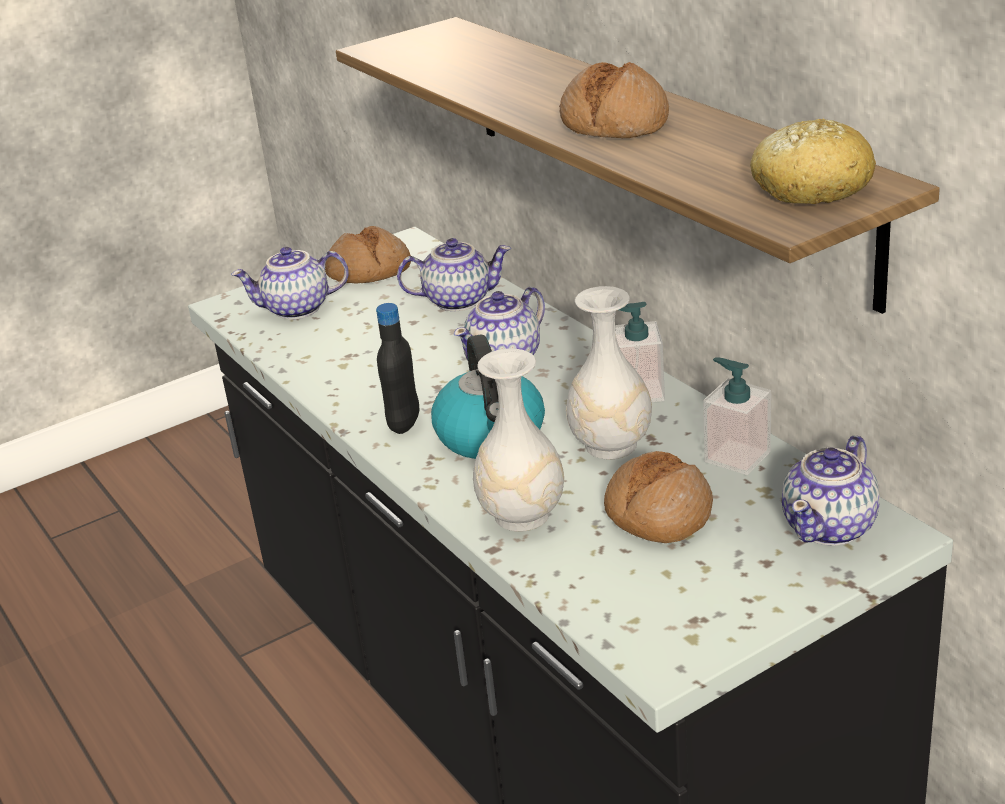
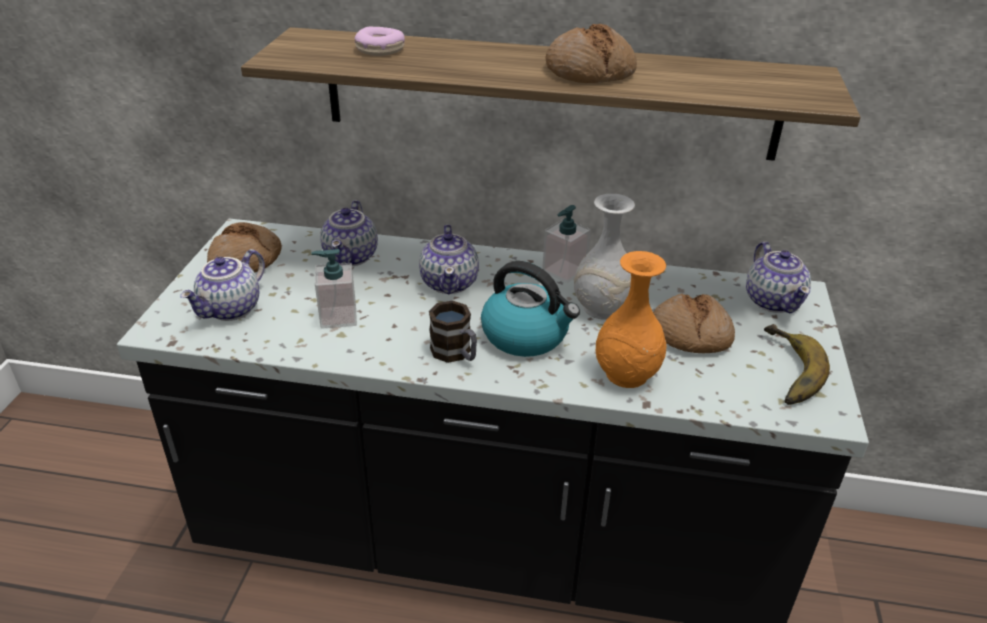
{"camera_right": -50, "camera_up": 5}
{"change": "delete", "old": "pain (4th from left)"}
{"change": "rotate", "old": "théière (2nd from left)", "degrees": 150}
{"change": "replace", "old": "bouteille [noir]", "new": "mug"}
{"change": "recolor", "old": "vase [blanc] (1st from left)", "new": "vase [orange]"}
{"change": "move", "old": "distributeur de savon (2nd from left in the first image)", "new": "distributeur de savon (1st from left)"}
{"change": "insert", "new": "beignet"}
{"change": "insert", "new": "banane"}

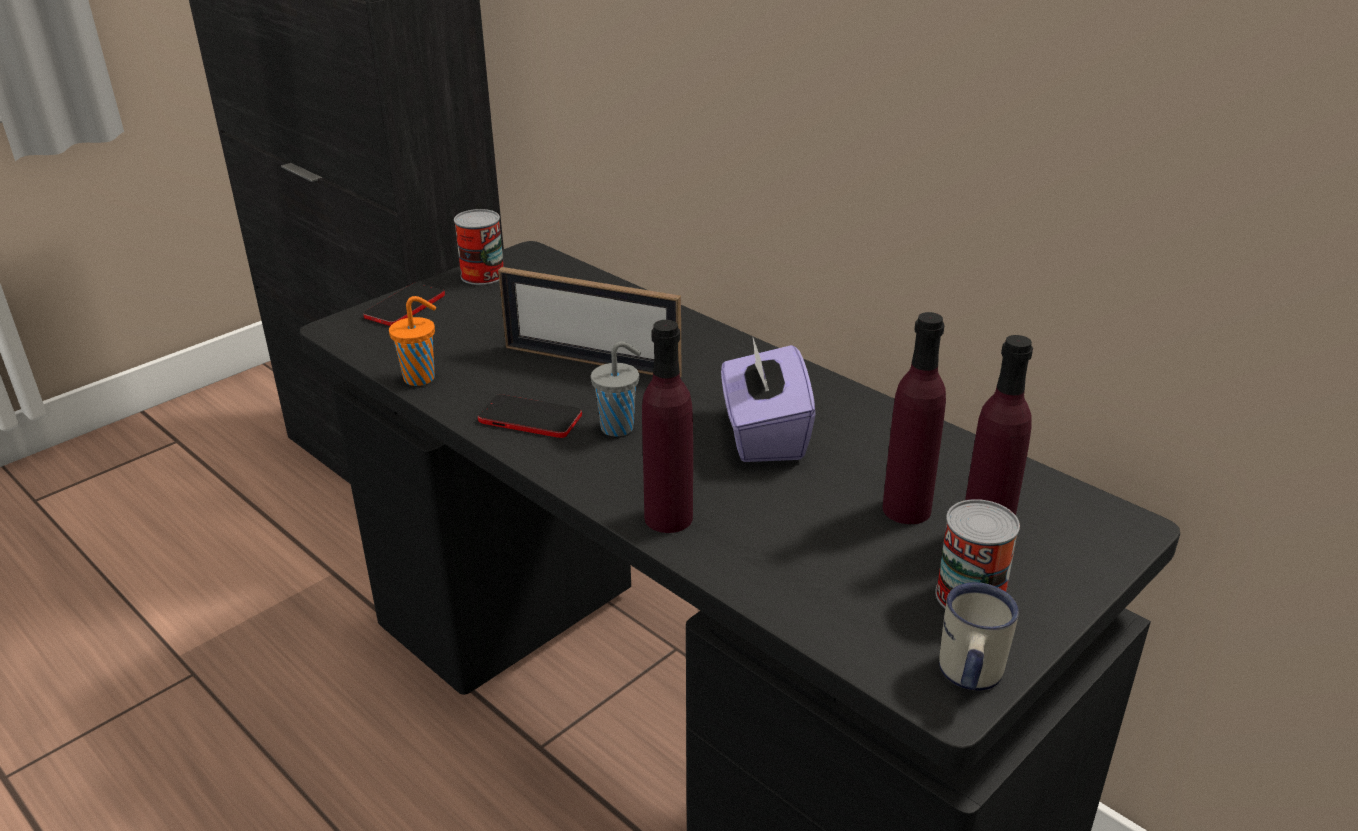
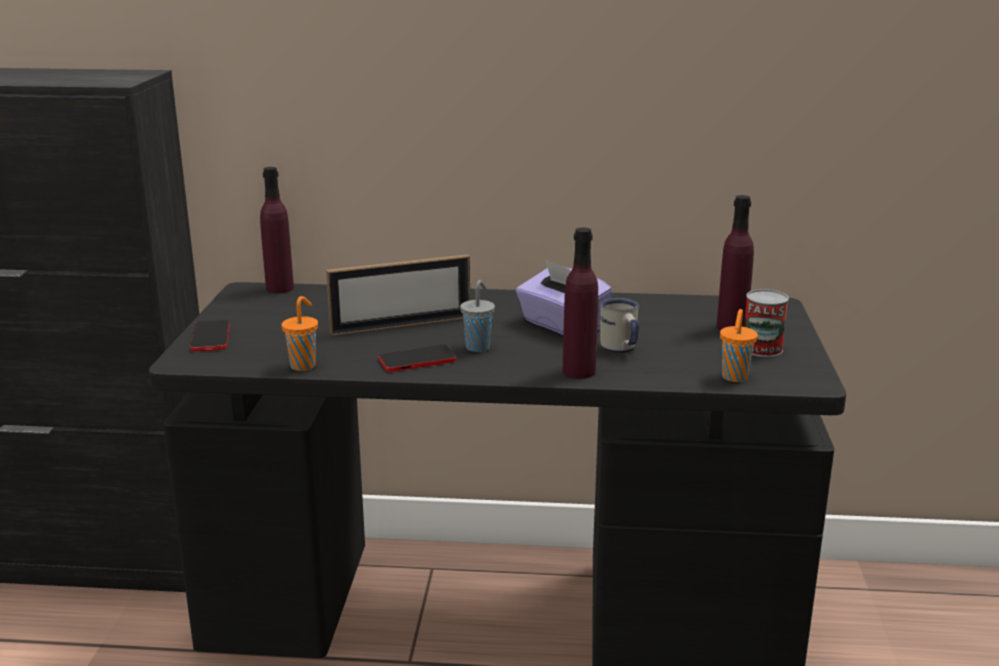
{"camera_right": -40, "camera_up": -10}
{"change": "delete", "old": "boîte métallique (1st from left)"}
{"change": "move", "old": "bouteille [violet] (2nd from left in the first image)", "new": "bouteille [violet] (1st from left)"}
{"change": "move", "old": "mug [blanc]"}
{"change": "insert", "new": "tasse [orange] (2nd from left)"}

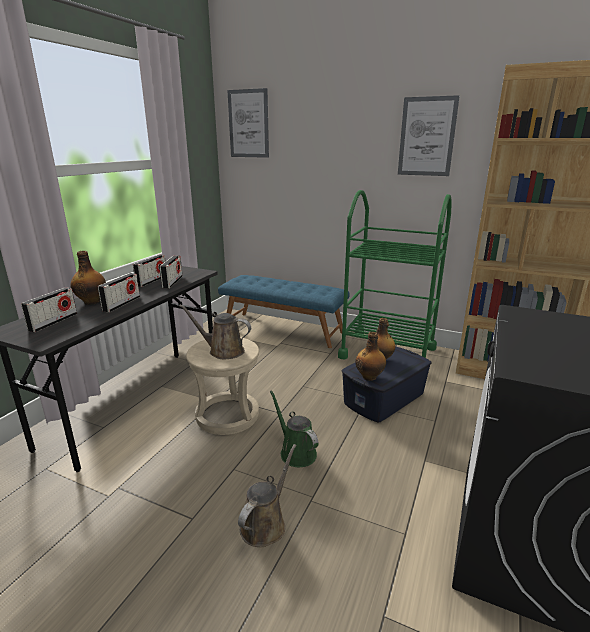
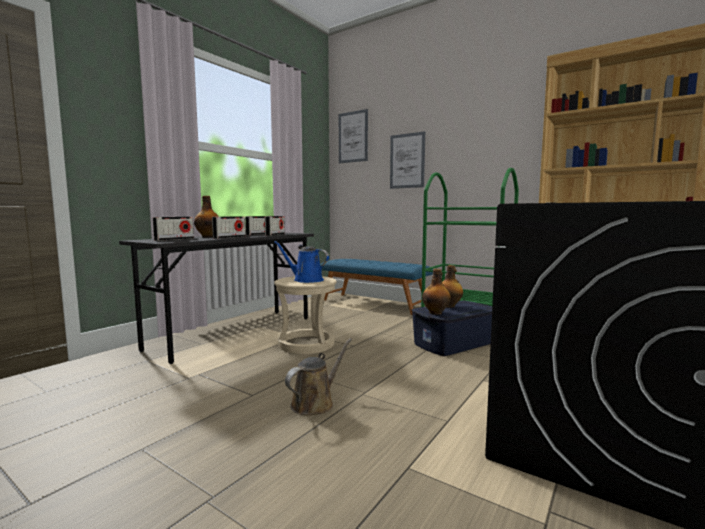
{"camera_right": 10, "camera_up": -15}
{"change": "move", "old": "tableau (2nd from left)"}
{"change": "recolor", "old": "arrosoir [marron] (1st from left)", "new": "arrosoir [bleu]"}
{"change": "delete", "old": "arrosoir [vert]"}

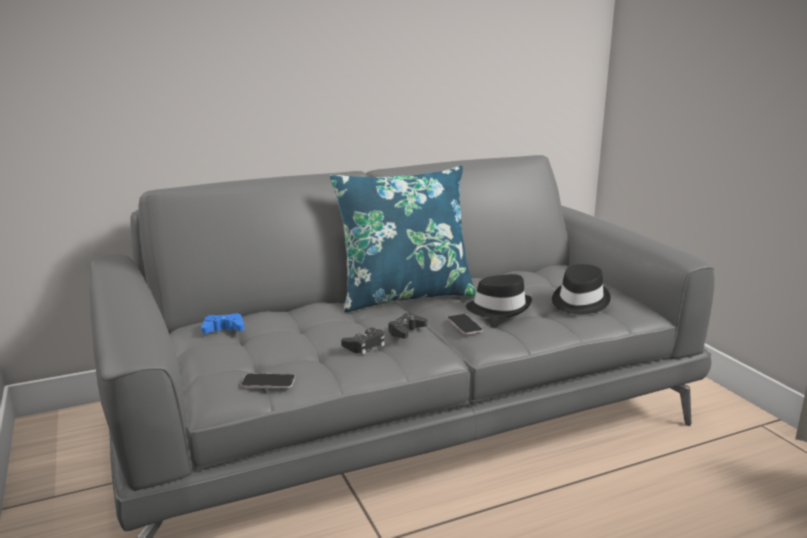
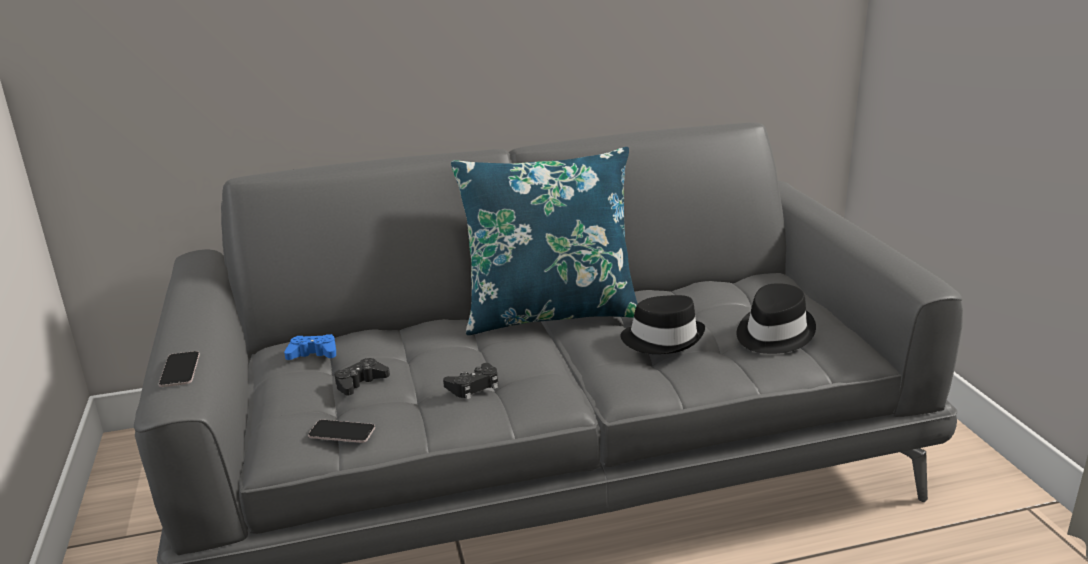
{"camera_right": 10, "camera_up": 5}
{"change": "move", "old": "manette [noir] (2nd from left in the first image)", "new": "manette [noir] (1st from left)"}
{"change": "move", "old": "téléphone (2nd from left in the first image)", "new": "téléphone (1st from left)"}

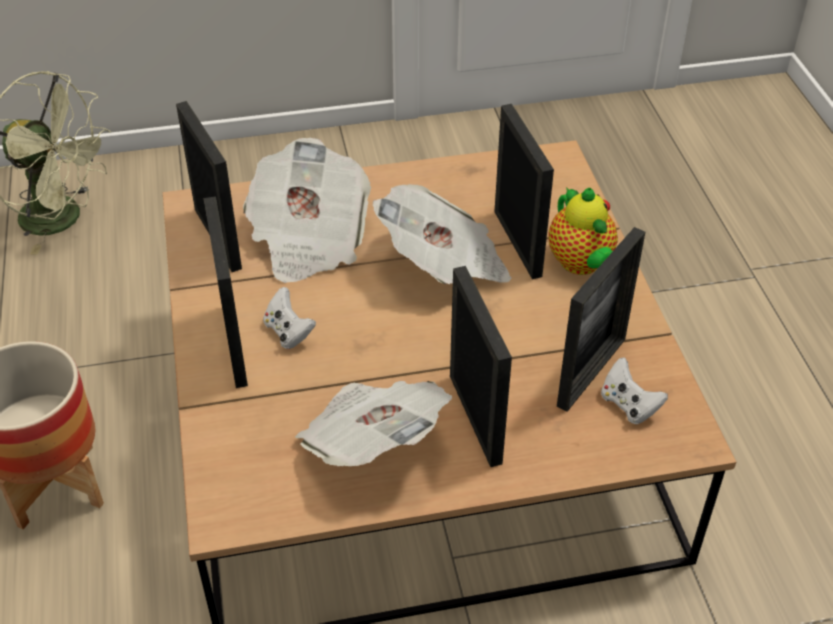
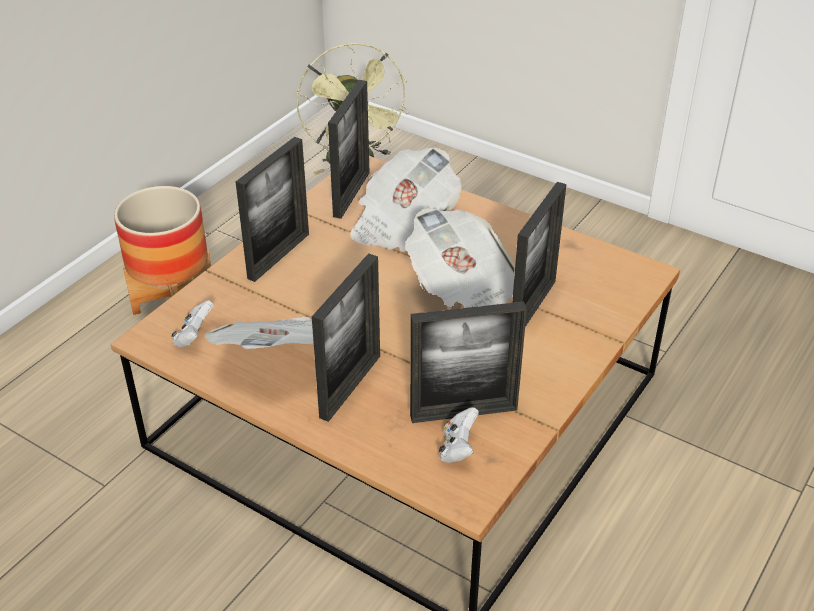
{"camera_right": 45, "camera_up": -5}
{"change": "delete", "old": "théière"}
{"change": "move", "old": "manette [blanc] (1st from left)"}

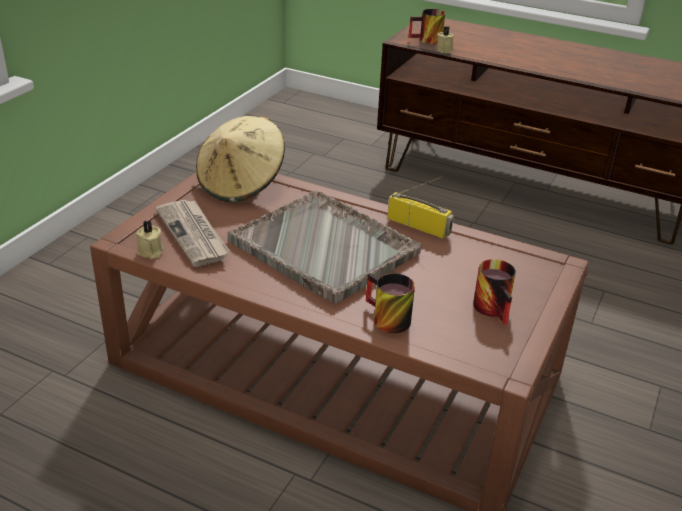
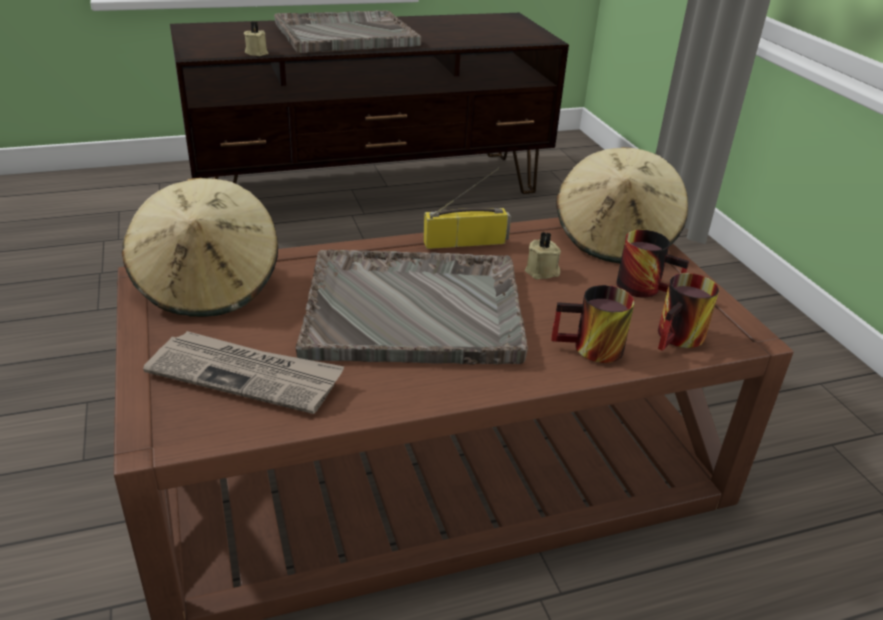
{"camera_right": -45, "camera_up": 0}
{"change": "move", "old": "mug (2nd from left in the first image)", "new": "mug (3rd from left)"}
{"change": "move", "old": "bougie [beige] (1st from left in the first image)", "new": "bougie [beige] (2nd from left)"}
{"change": "insert", "new": "plateau [gris] (1st from left)"}
{"change": "insert", "new": "chapeau [beige] (2nd from left)"}

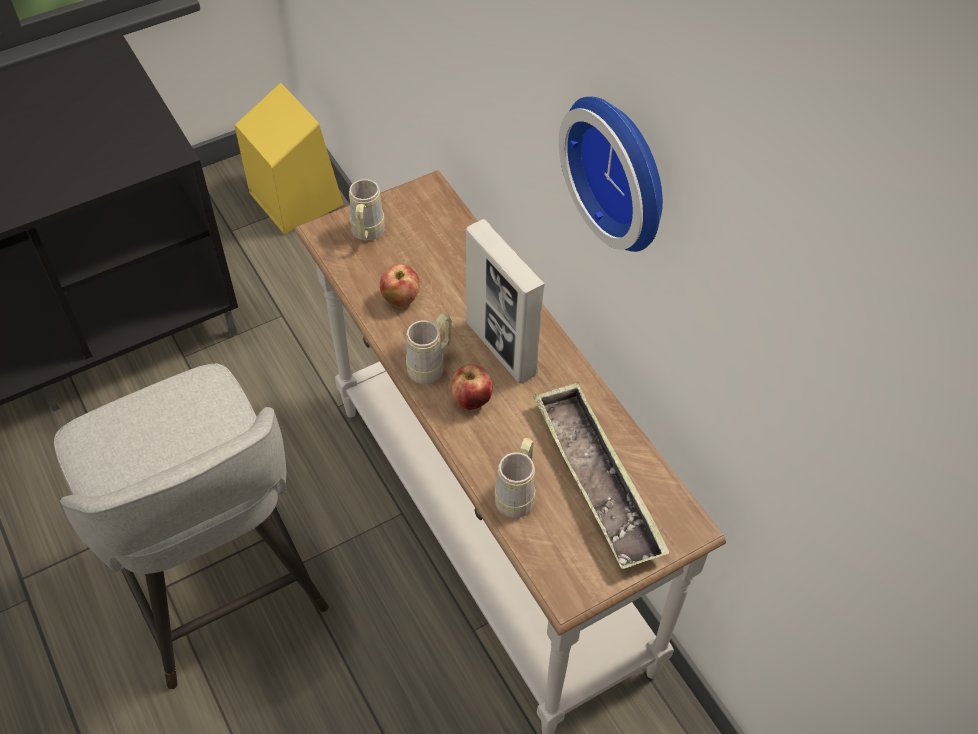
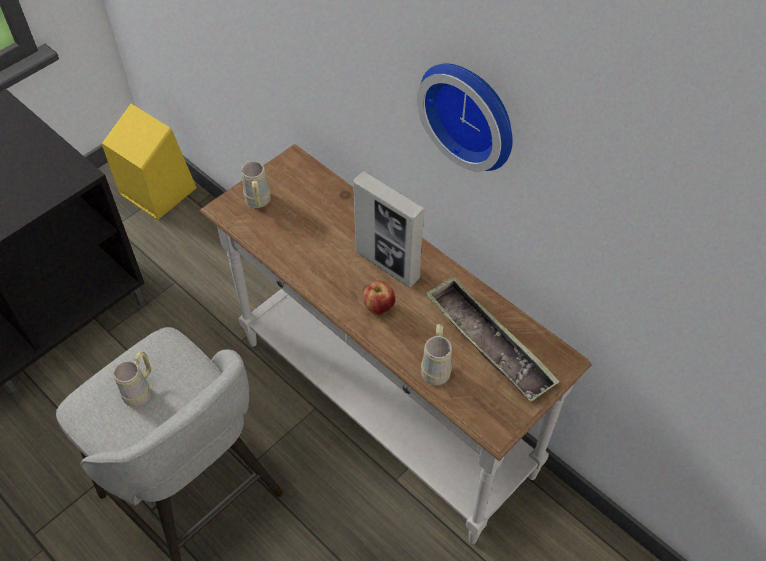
{"camera_right": -15, "camera_up": 0}
{"change": "delete", "old": "pomme (1st from left)"}
{"change": "move", "old": "mug [beige] (2nd from left in the first image)", "new": "mug [beige] (1st from left)"}

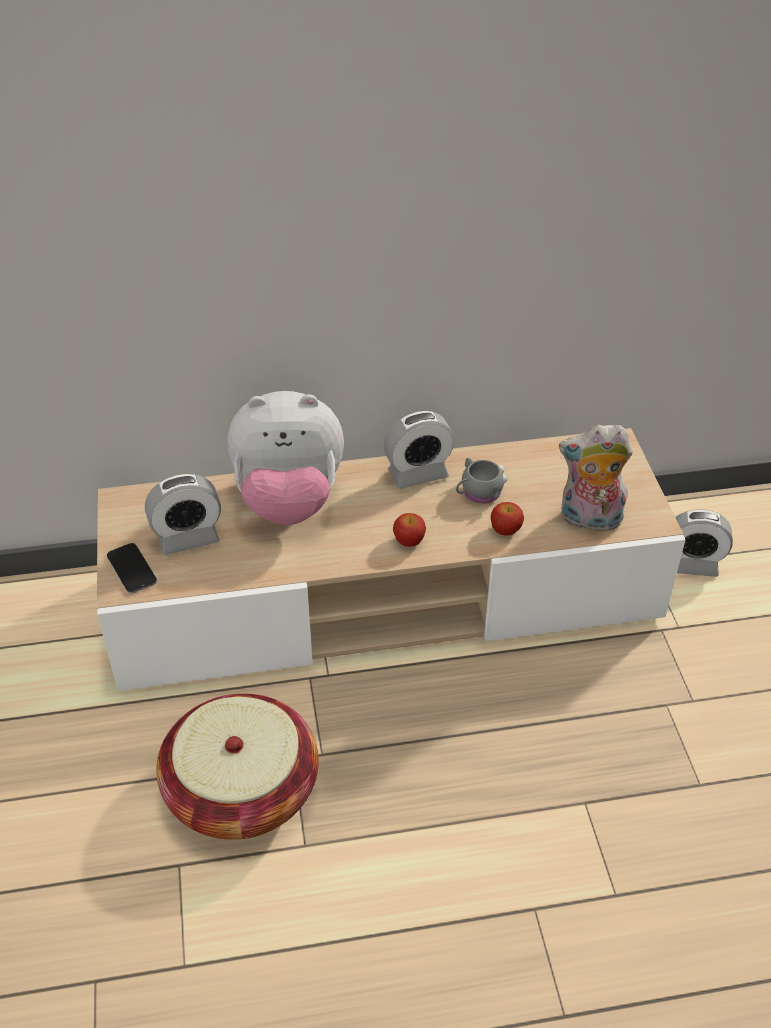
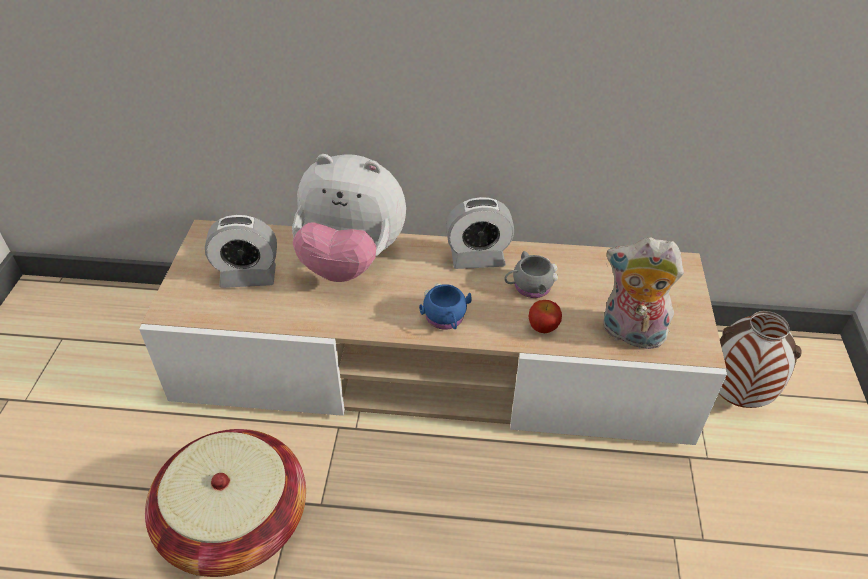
{"camera_right": 15, "camera_up": 0}
{"change": "replace", "old": "réveil (3rd from left)", "new": "vase"}
{"change": "replace", "old": "pomme (1st from left)", "new": "mug [bleu]"}
{"change": "delete", "old": "téléphone"}

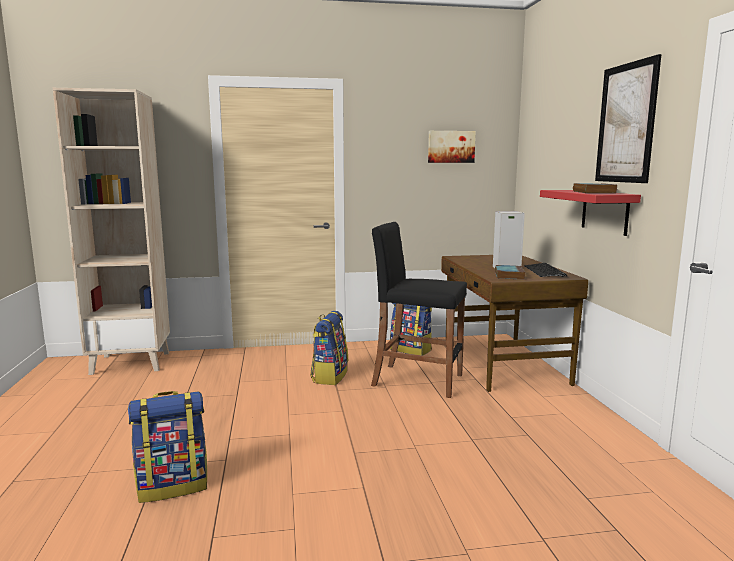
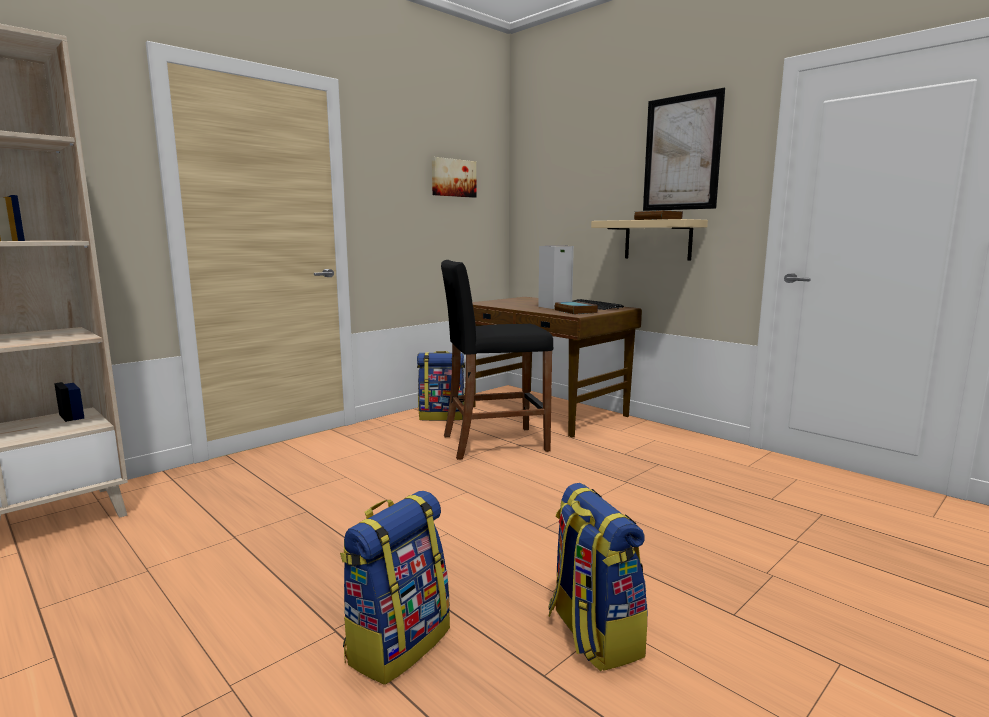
{"camera_right": -35, "camera_up": 0}
{"change": "recolor", "old": "étagère [rouge]", "new": "étagère [beige]"}
{"change": "move", "old": "sac à dos (2nd from left in the first image)", "new": "sac à dos (3rd from left)"}

